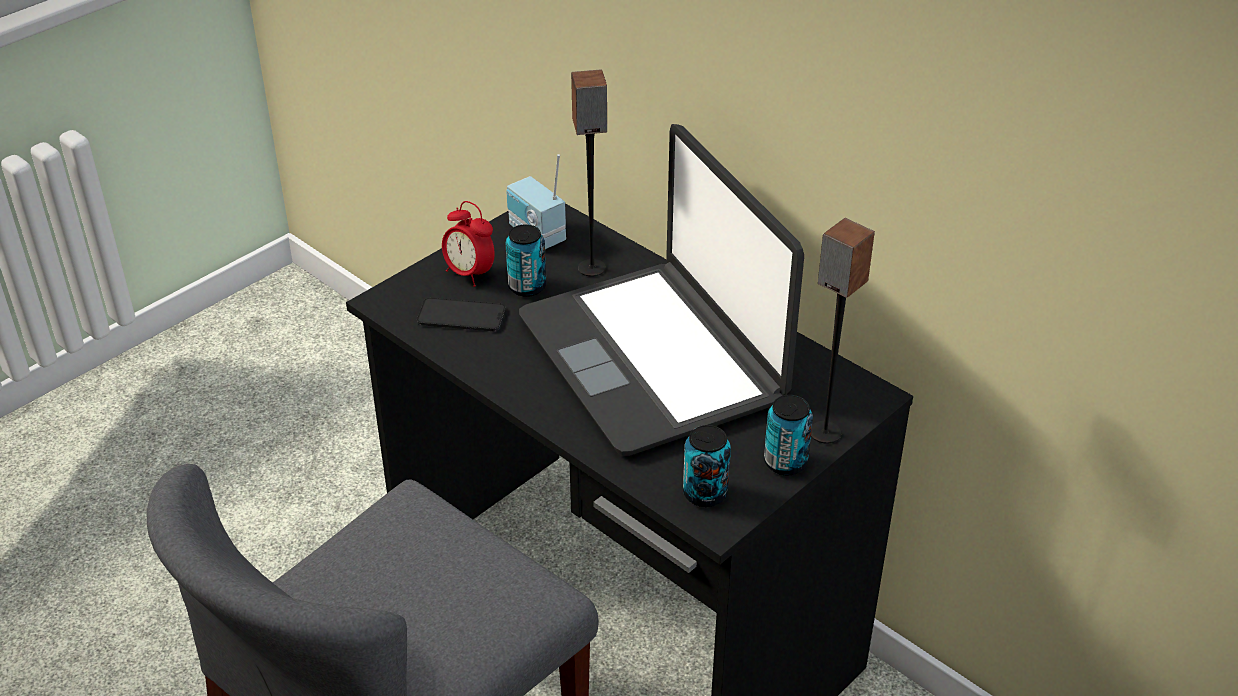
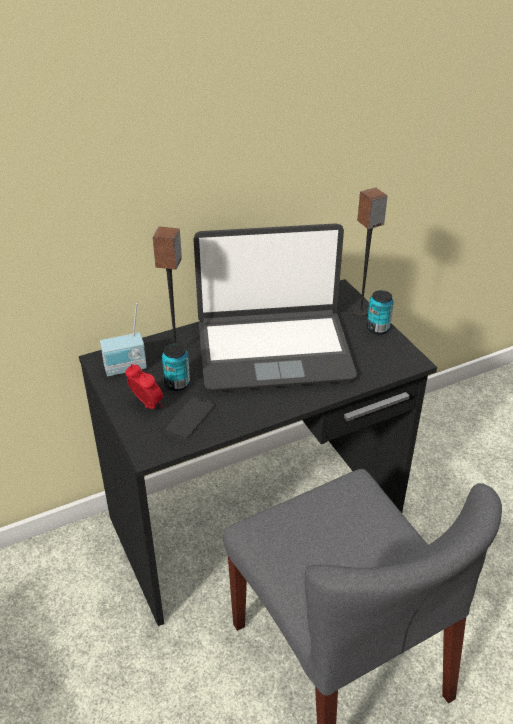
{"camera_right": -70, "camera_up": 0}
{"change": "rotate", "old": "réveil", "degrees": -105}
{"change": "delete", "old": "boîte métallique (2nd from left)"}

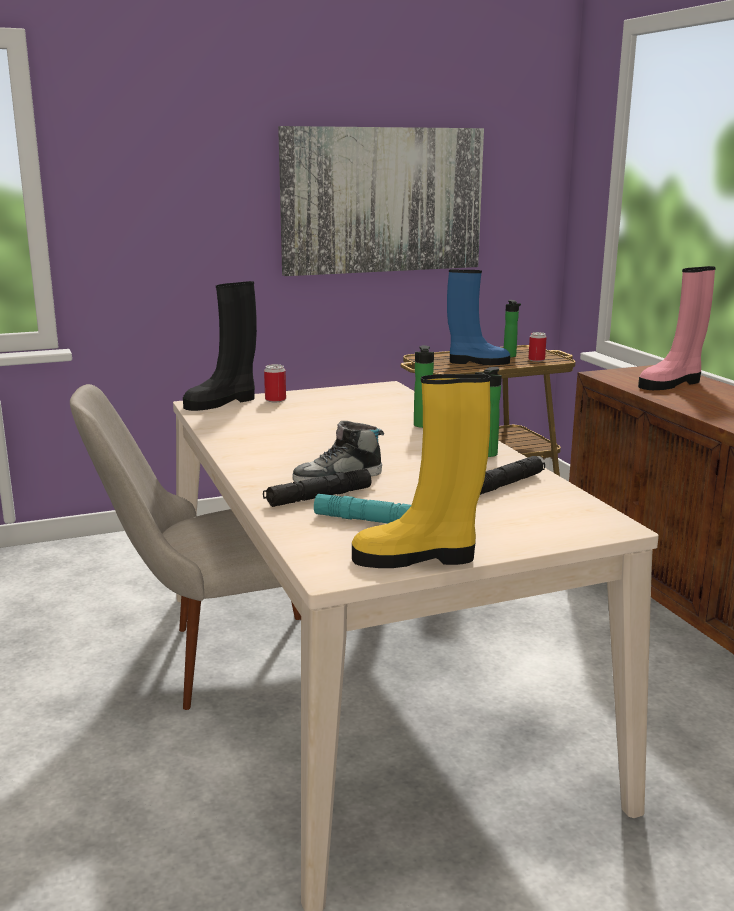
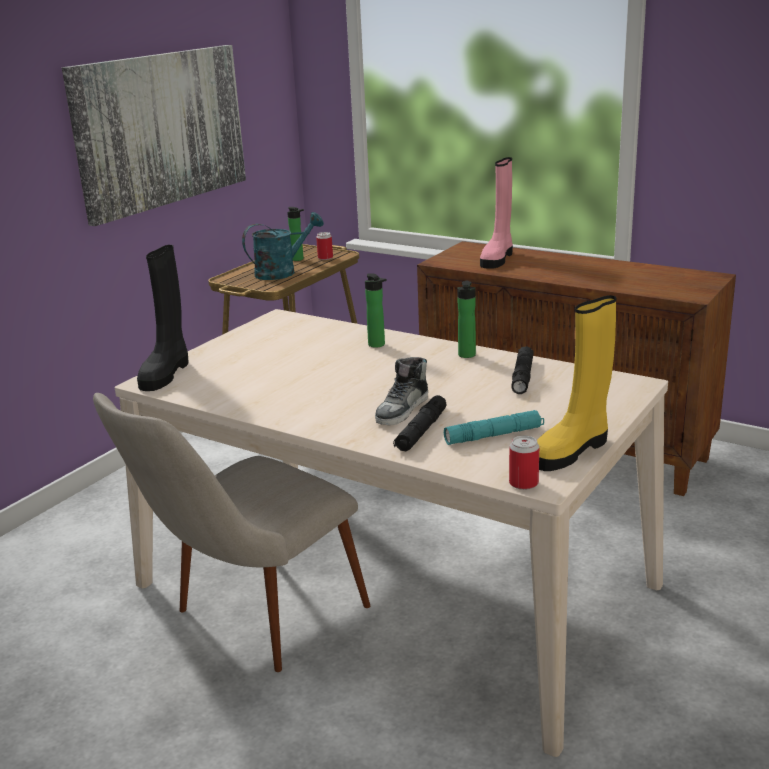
{"camera_right": -35, "camera_up": 5}
{"change": "replace", "old": "botte [bleu]", "new": "arrosoir [turquoise]"}
{"change": "move", "old": "boîte métallique (1st from left in the first image)", "new": "boîte métallique (2nd from left)"}

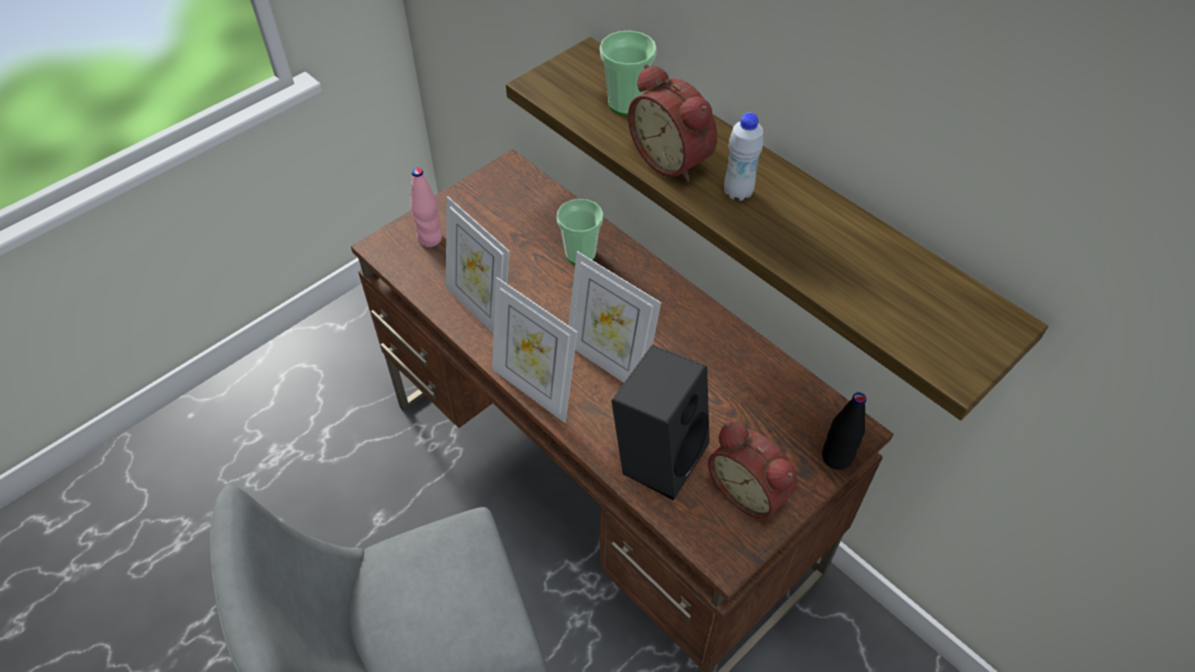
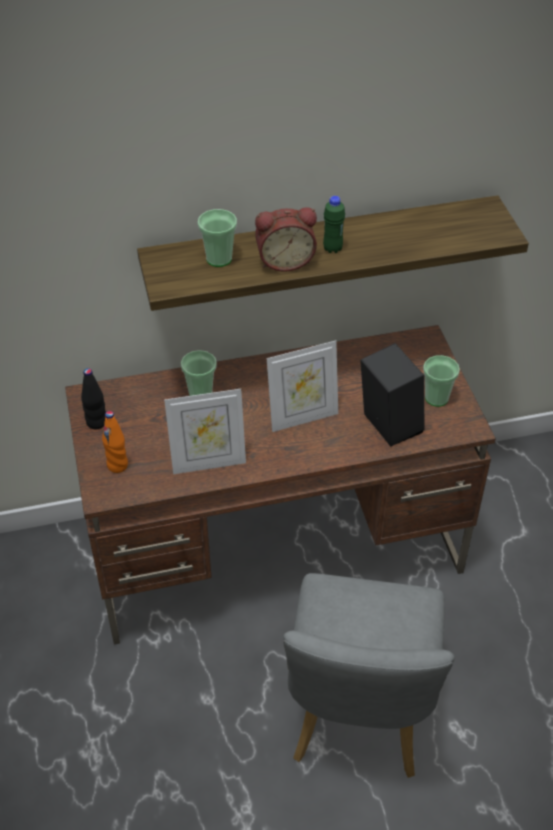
{"camera_right": -60, "camera_up": -5}
{"change": "recolor", "old": "bouteille [blanc]", "new": "bouteille [vert]"}
{"change": "recolor", "old": "bouteille [rose]", "new": "bouteille [orange]"}
{"change": "delete", "old": "cadre photo (2nd from left)"}
{"change": "move", "old": "bouteille [noir]"}
{"change": "replace", "old": "réveil (2nd from left)", "new": "tasse (3rd from left)"}

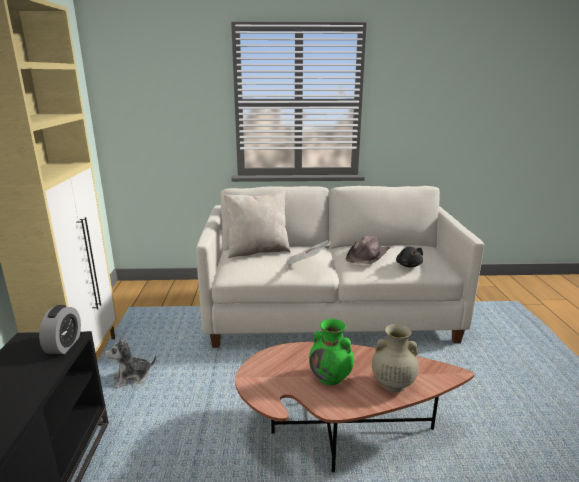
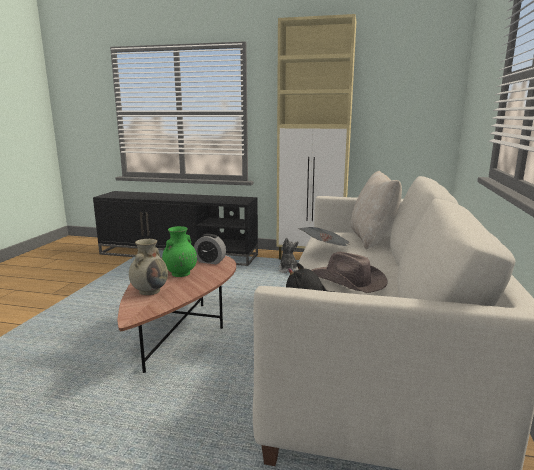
{"camera_right": 105, "camera_up": -5}
{"change": "move", "old": "réveil"}

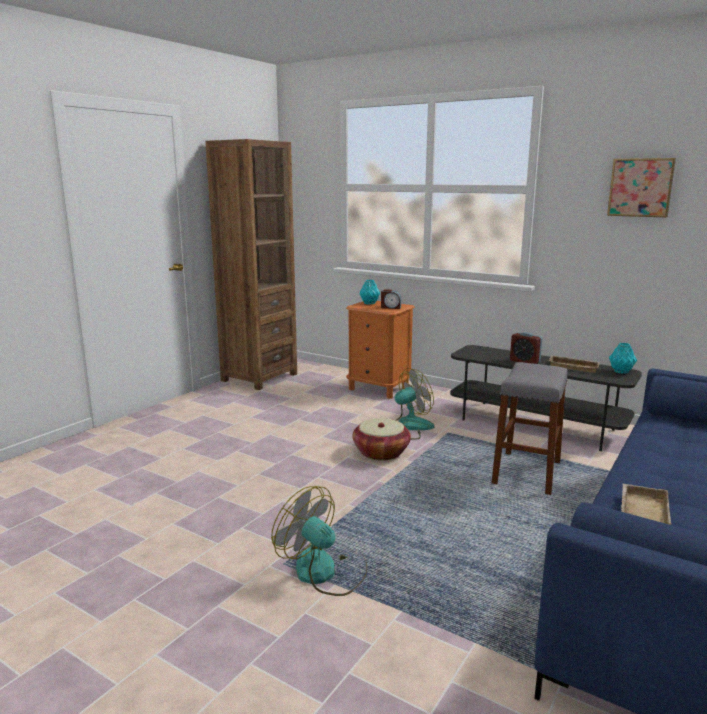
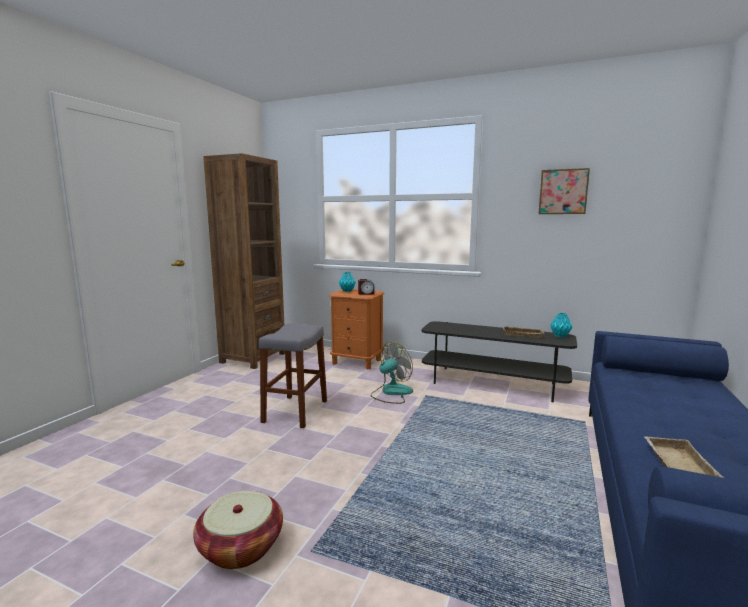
{"camera_right": -10, "camera_up": -5}
{"change": "delete", "old": "réveil (2nd from left)"}
{"change": "move", "old": "tabouret [gris]"}
{"change": "move", "old": "panier"}
{"change": "delete", "old": "ventilateur (1st from left)"}

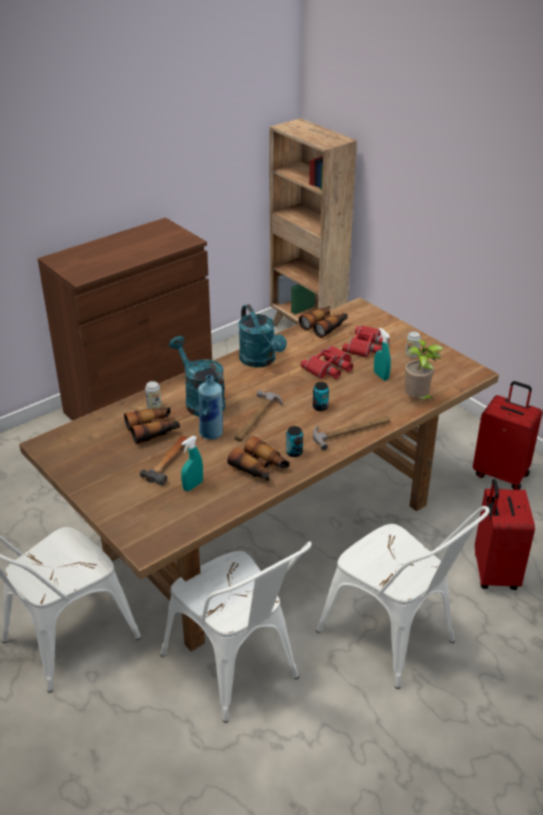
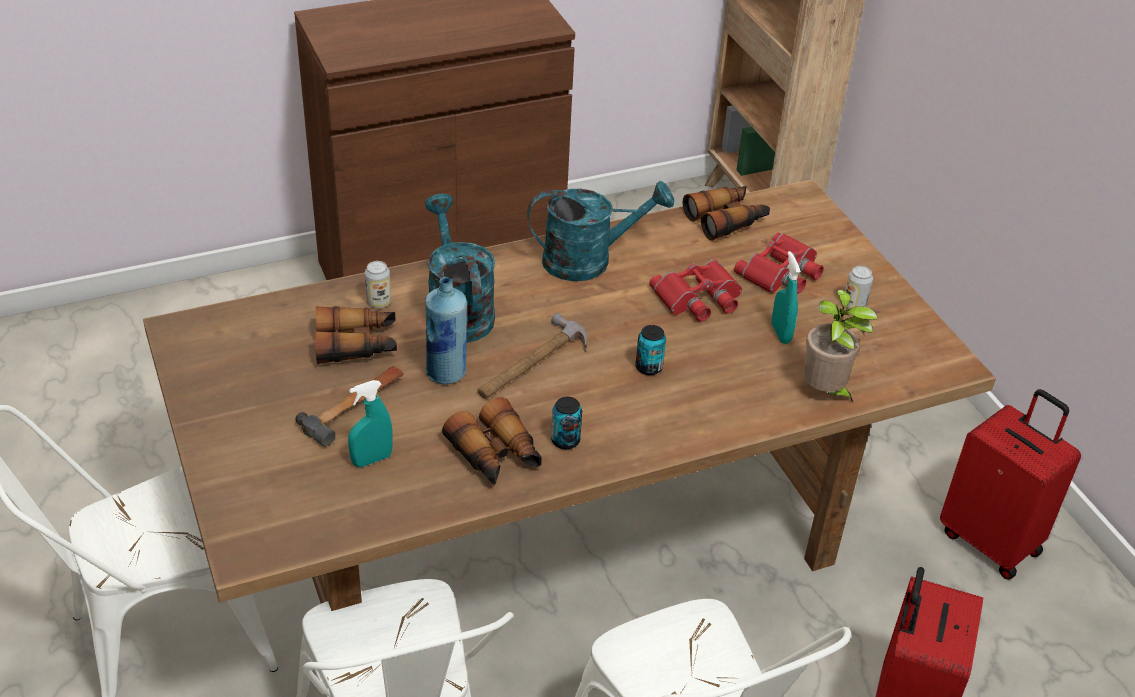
{"camera_right": 15, "camera_up": 5}
{"change": "rotate", "old": "arrosoir [turquoise] (2nd from left)", "degrees": -90}
{"change": "delete", "old": "marteau (3rd from left)"}

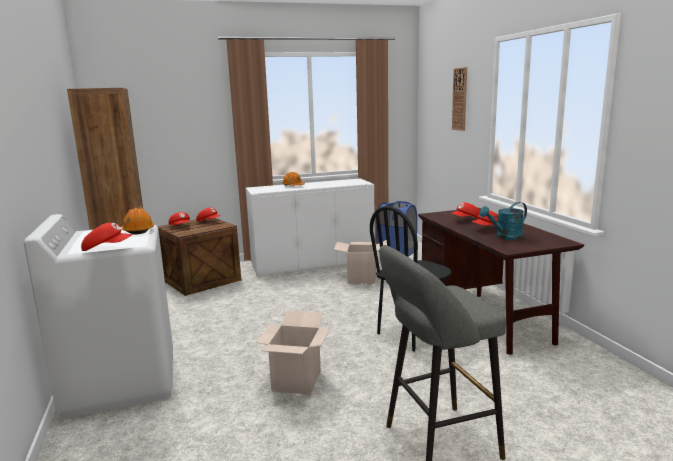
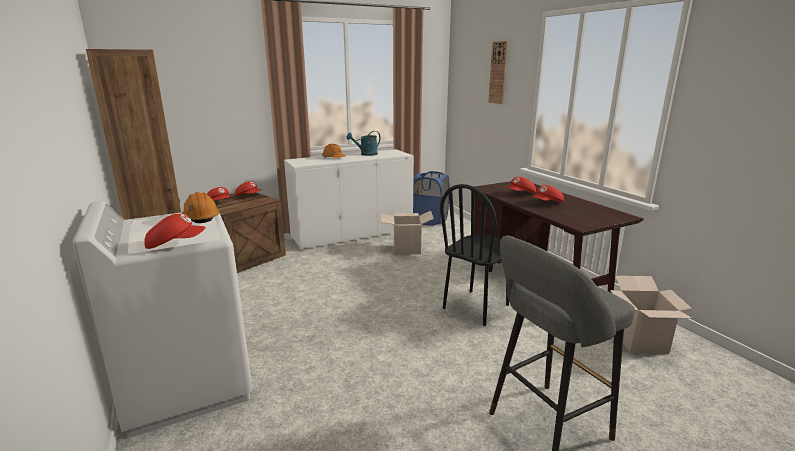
{"camera_right": -10, "camera_up": 5}
{"change": "move", "old": "arrosoir [turquoise]"}
{"change": "move", "old": "carton (1st from left in the first image)", "new": "carton (2nd from left)"}

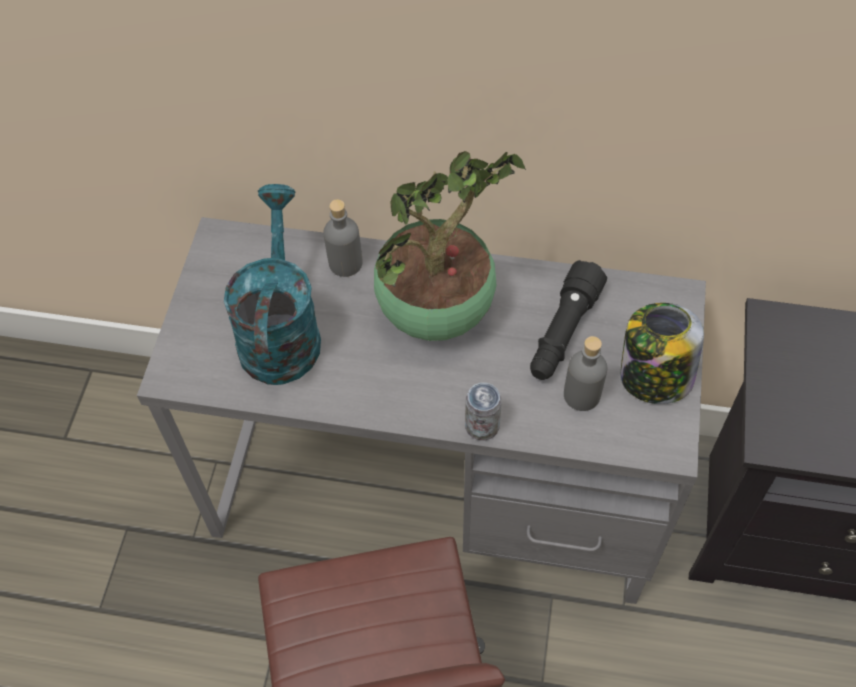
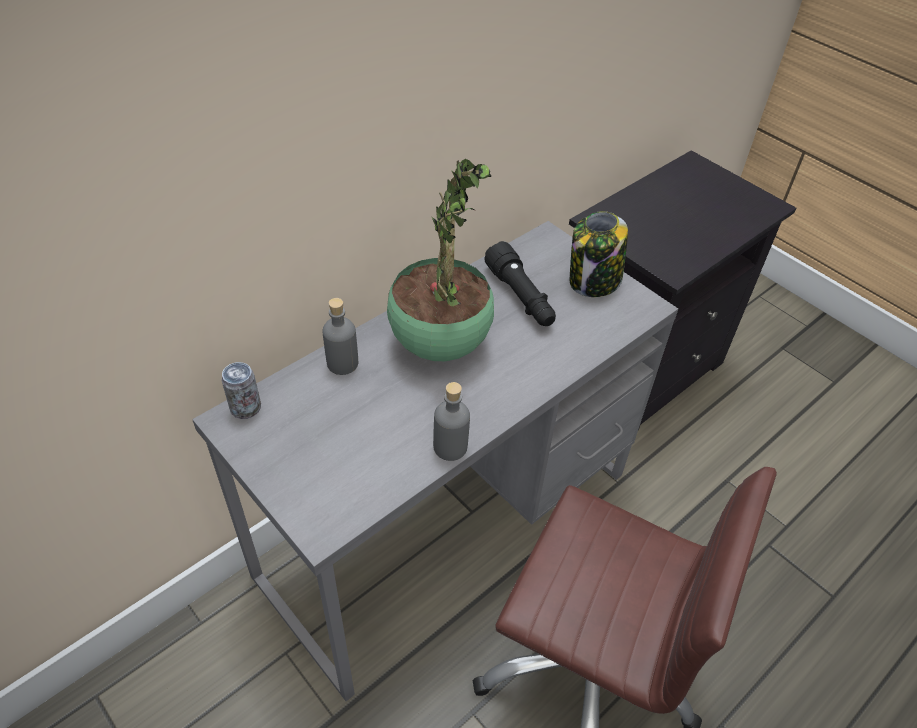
{"camera_right": -55, "camera_up": -10}
{"change": "delete", "old": "arrosoir [turquoise]"}
{"change": "move", "old": "bouteille [gris] (2nd from left)"}
{"change": "move", "old": "boîte métallique"}

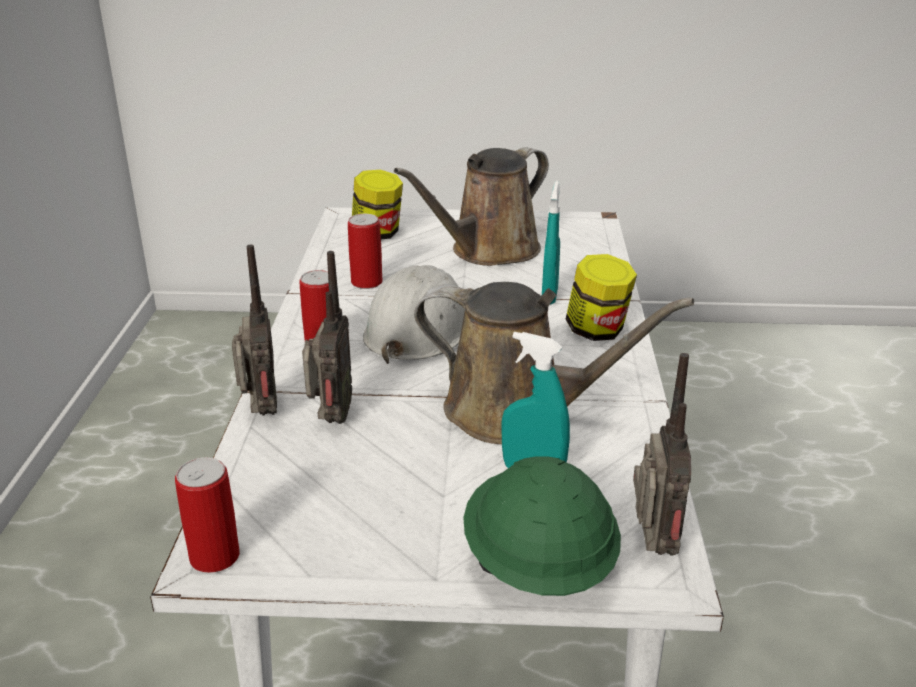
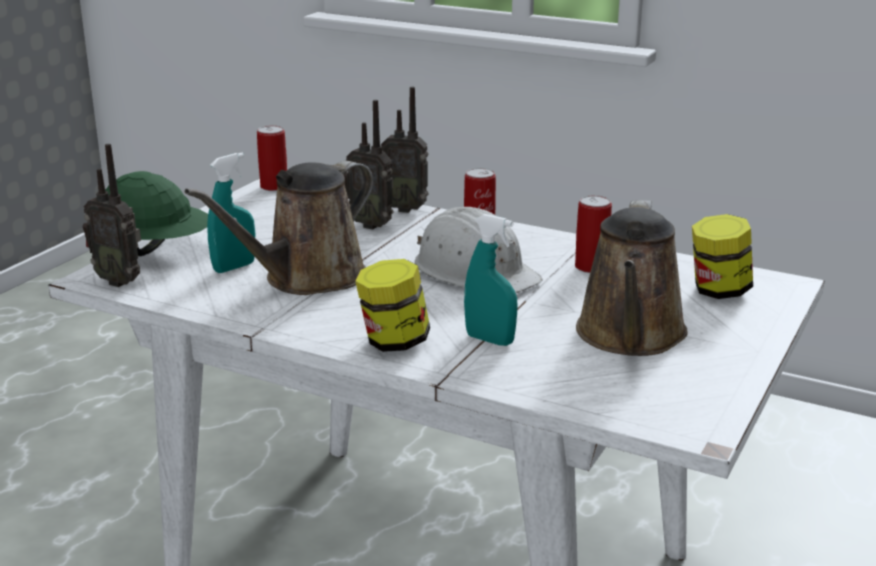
{"camera_right": 115, "camera_up": -5}
{"change": "rotate", "old": "arrosoir [marron] (1st from left in the first image)", "degrees": -150}

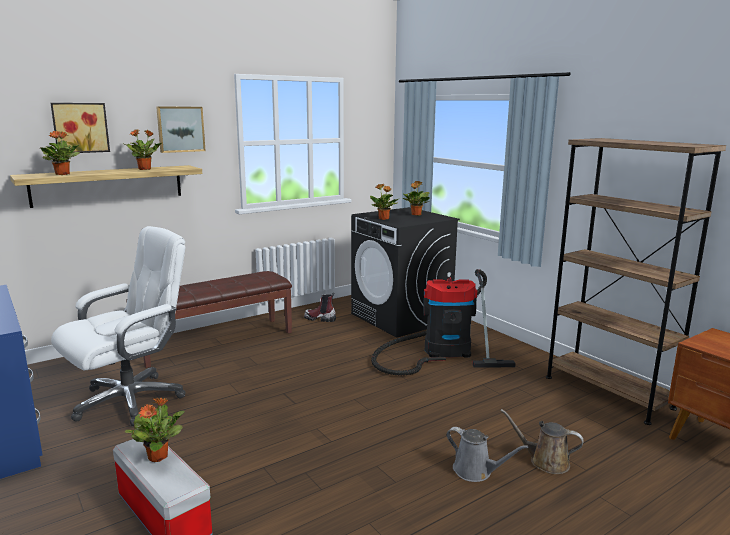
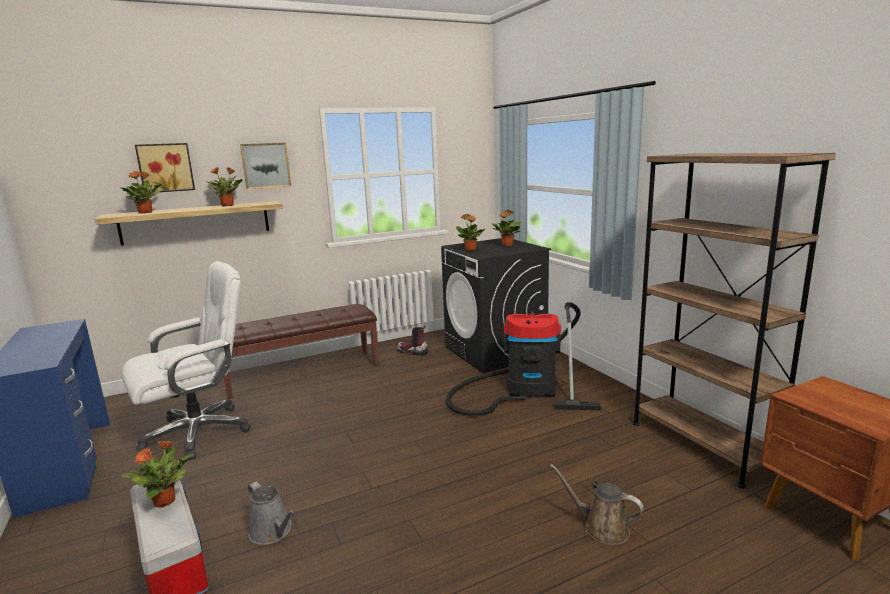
{"camera_right": 10, "camera_up": 0}
{"change": "move", "old": "arrosoir [gris]"}

